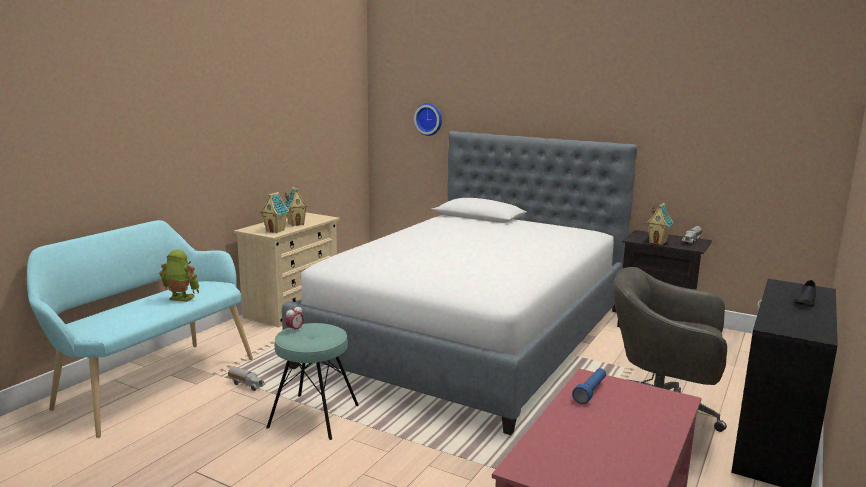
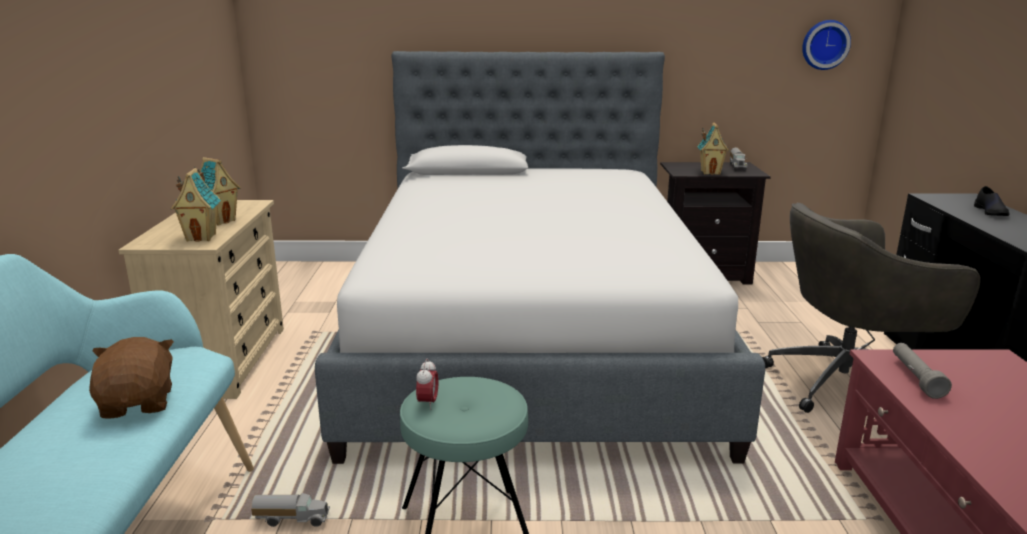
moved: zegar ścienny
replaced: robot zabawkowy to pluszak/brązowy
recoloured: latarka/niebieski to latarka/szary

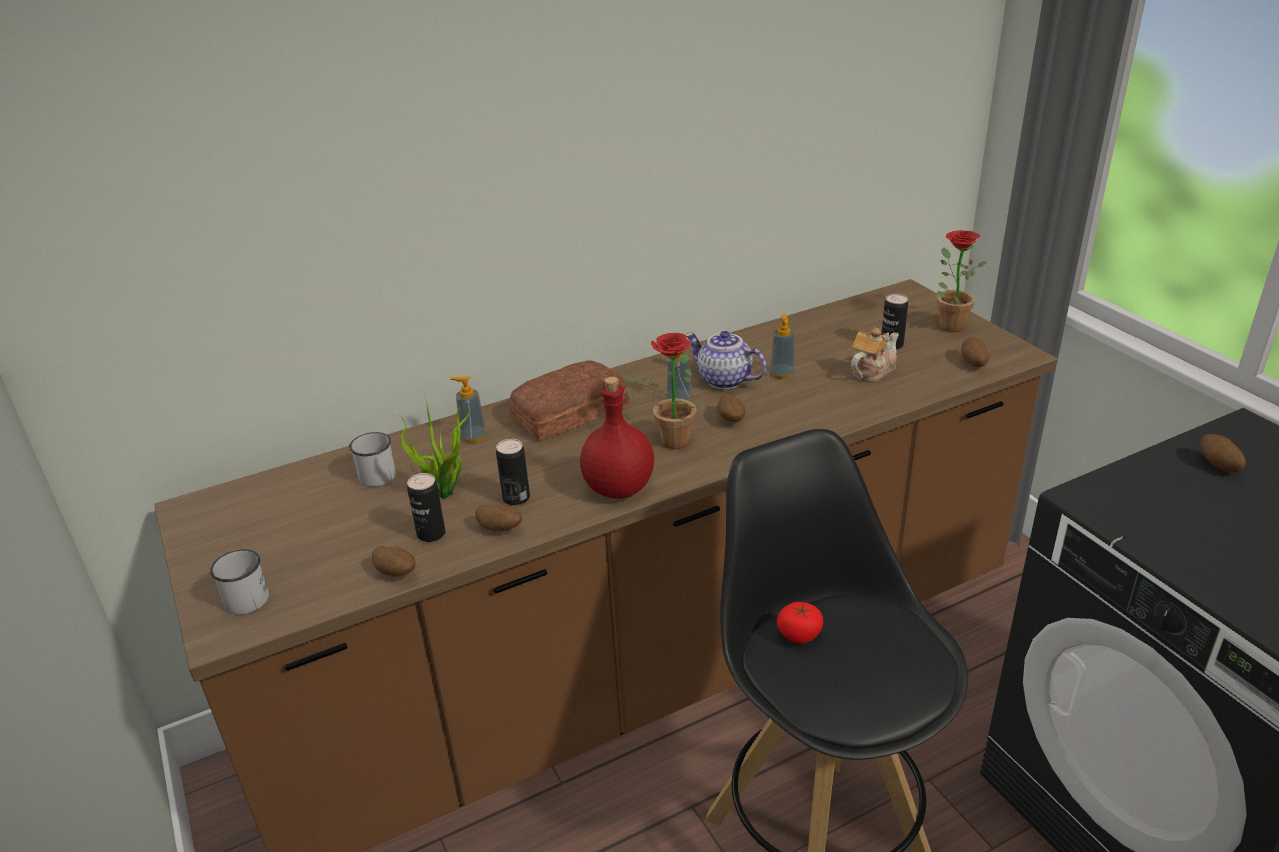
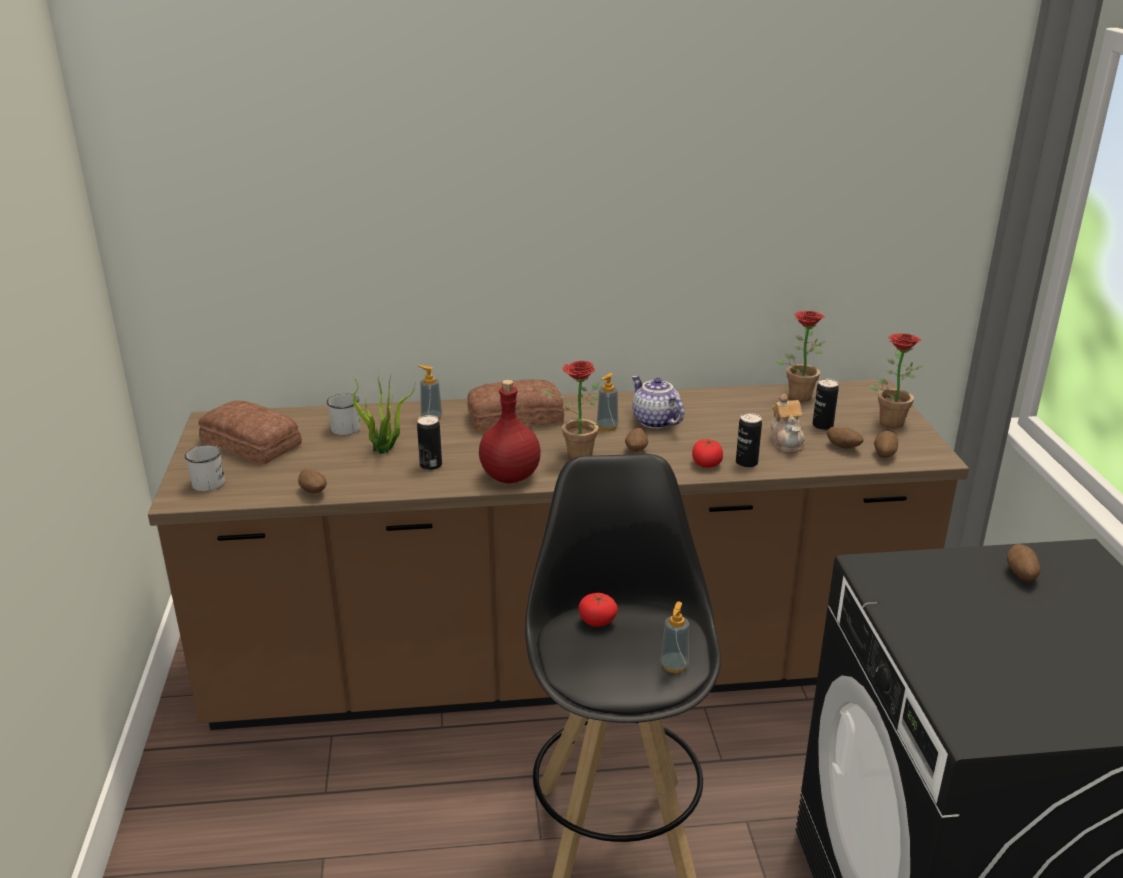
added: chleb (1st from left); pomidor (2nd from left); roślina doniczkowa (3rd from left)
moved: dozownik mydła (3rd from left); puszka (1st from left in the first image) to puszka (2nd from left); ziemniak (2nd from left in the first image) to ziemniak (3rd from left)
turned: imbryk (2nd from left) 105 degrees clockwise

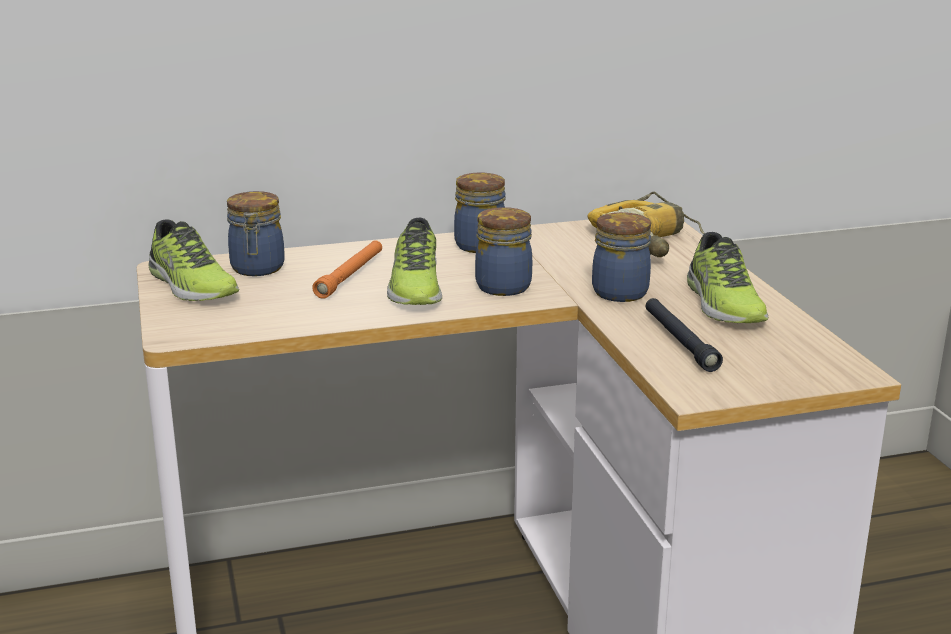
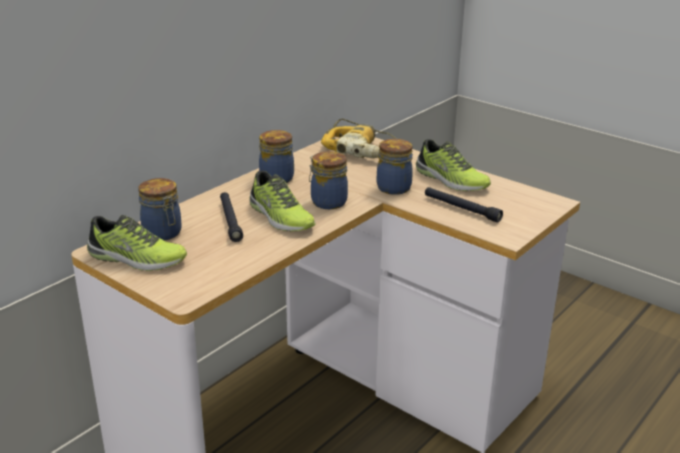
recoloured: latarka/pomarańczowy to latarka/czarny (1st from left)

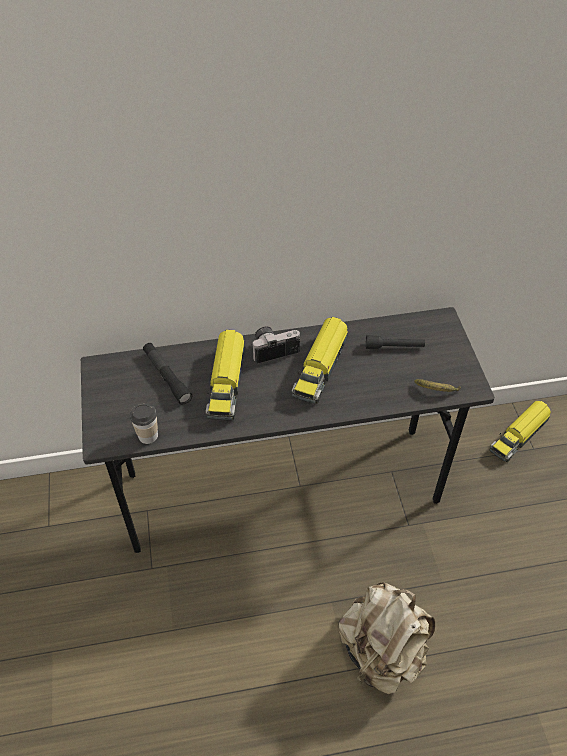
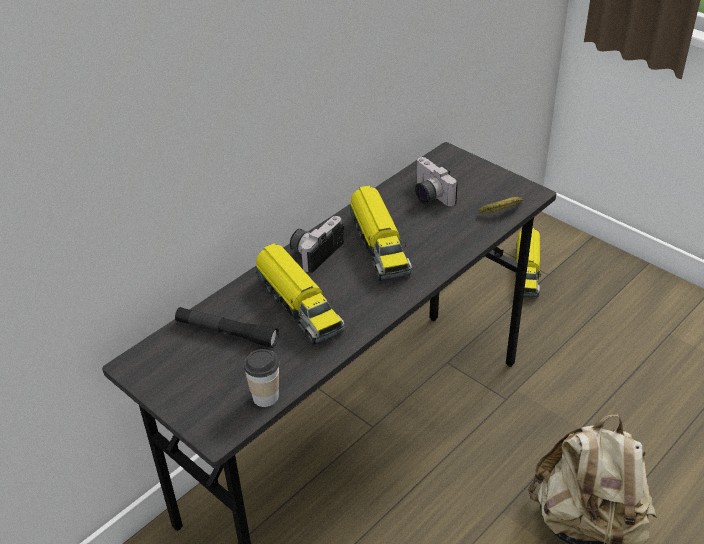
replaced: latarka/czarny (2nd from left) to aparat fotograficzny (2nd from left)

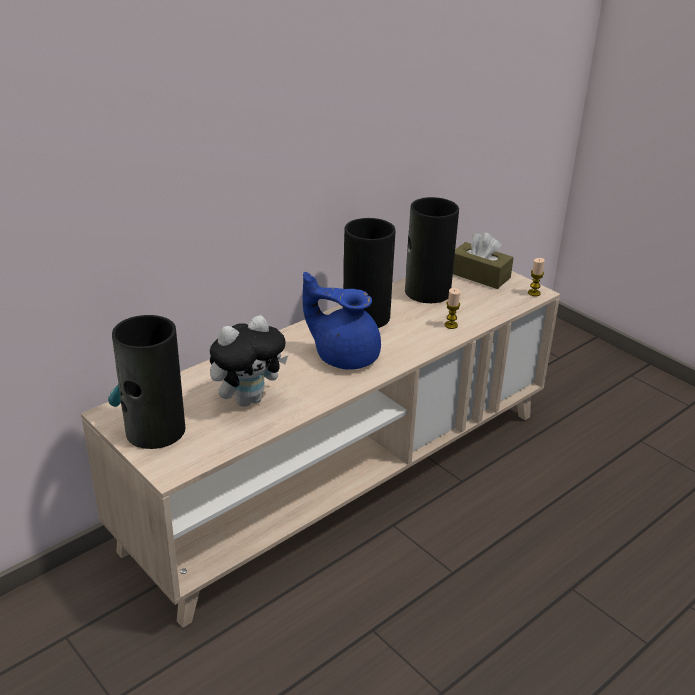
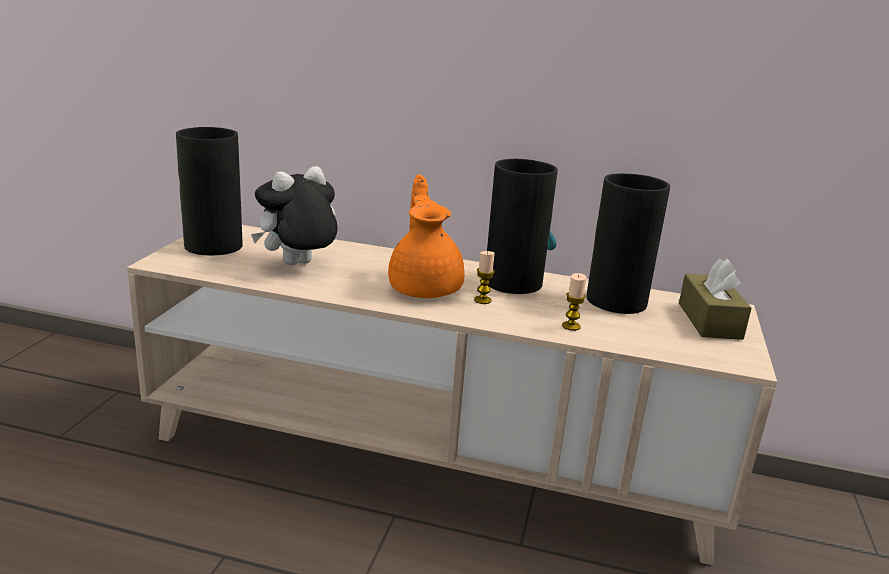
moved: świeca (2nd from left in the first image) to świeca (1st from left)
recoloured: imbryk/niebieski to imbryk/pomarańczowy
turned: pluszak 120 degrees clockwise

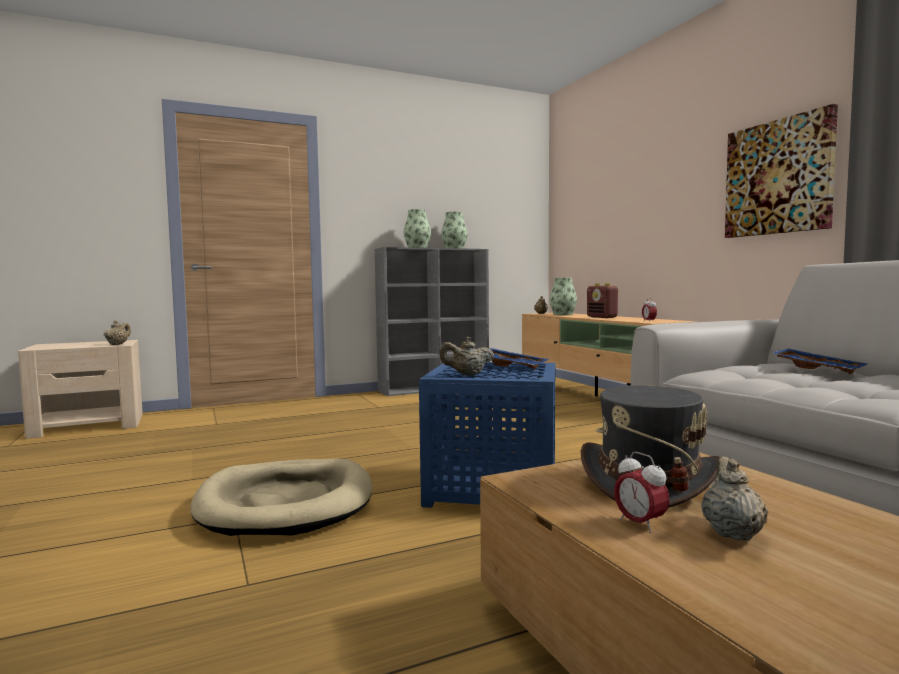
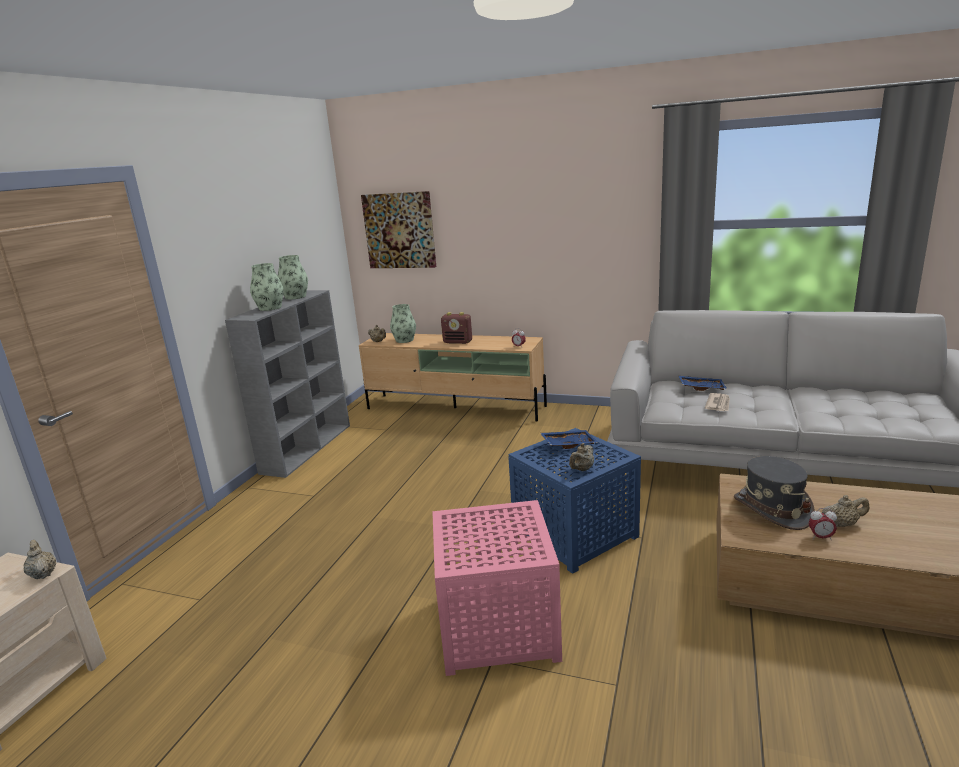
added: gazeta
moved: obraz
replaced: legowisko/beżowy to stolik/różowy
turned: imbryk/beżowy (4th from left) 120 degrees clockwise

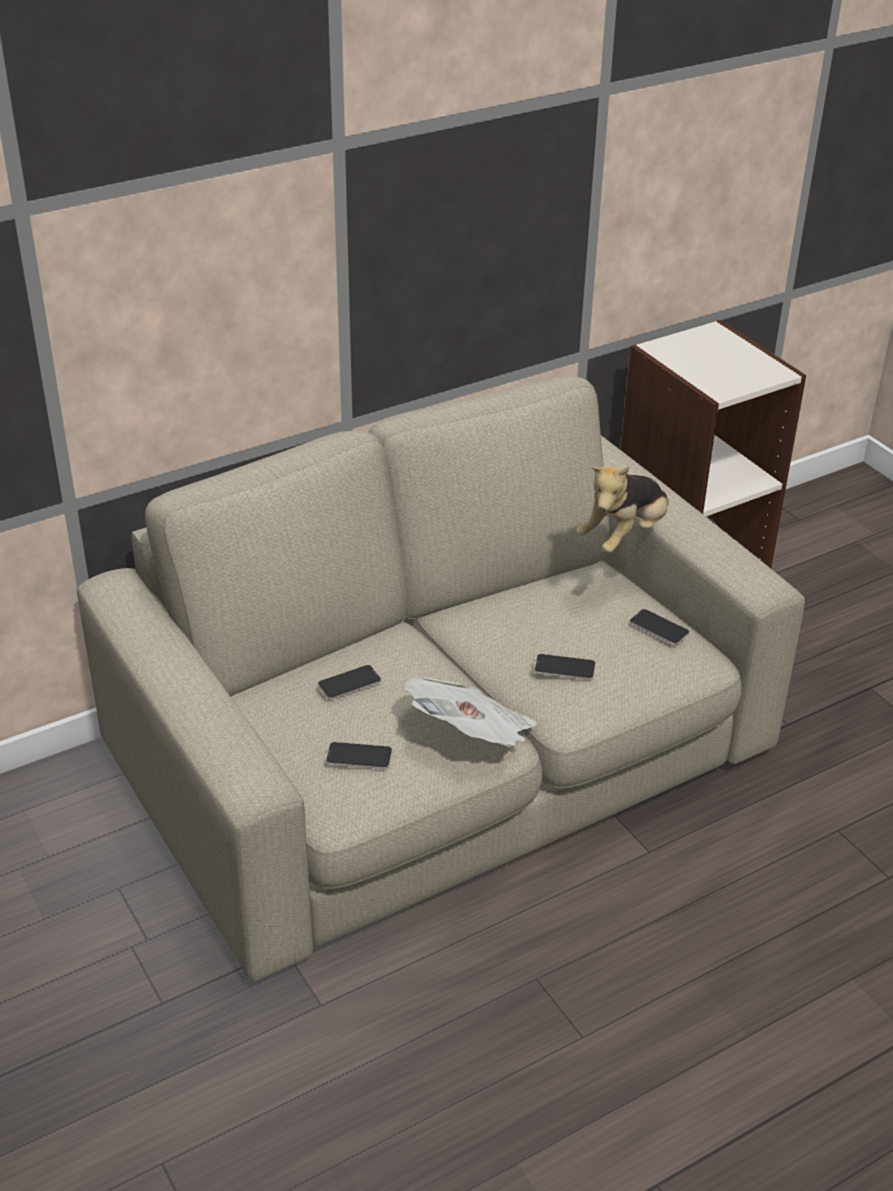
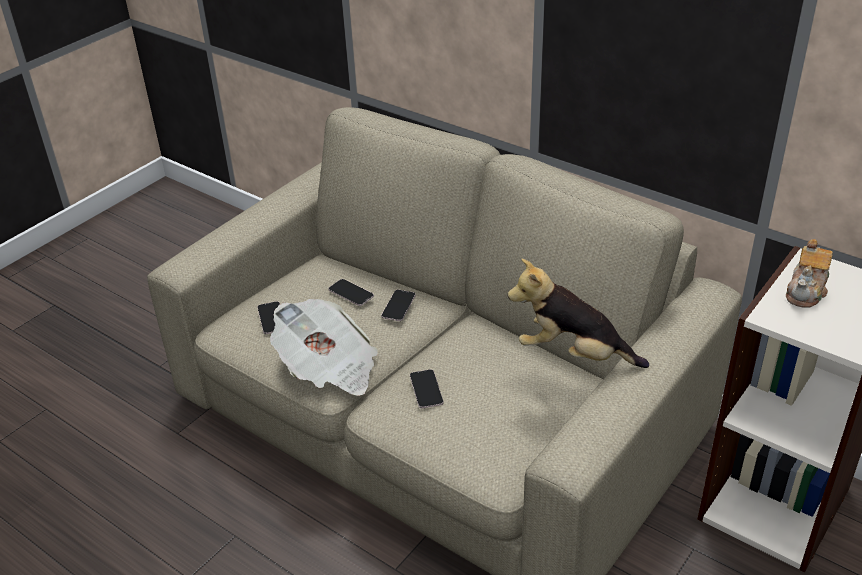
added: imbryk
moved: telefon (4th from left in the first image) to telefon (3rd from left)

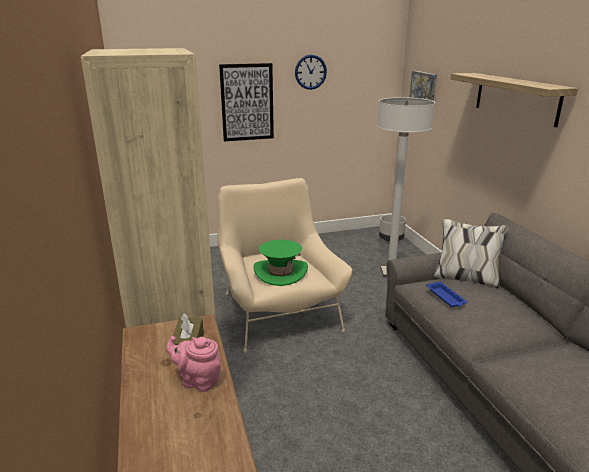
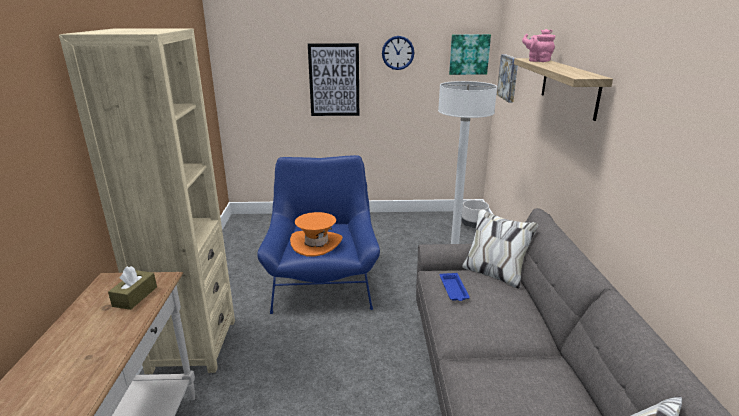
added: obraz (2nd from left)
moved: imbryk/różowy
recoloured: fotel/beżowy to fotel/niebieski; kapelusz/zielony to kapelusz/pomarańczowy

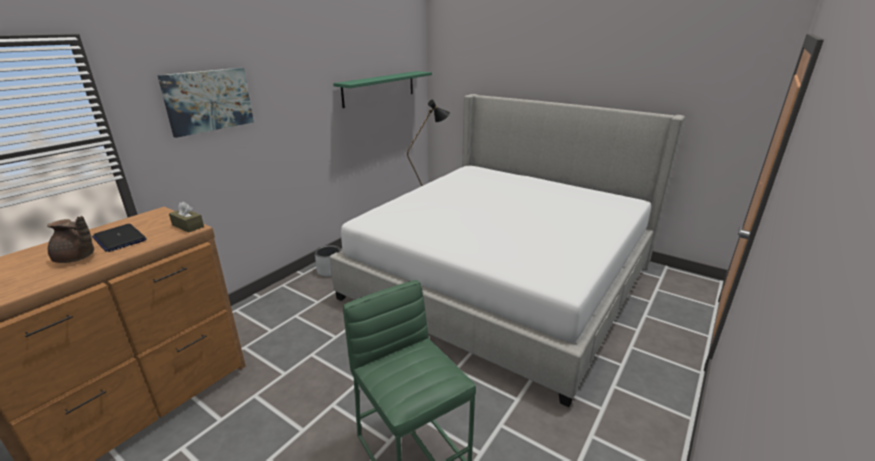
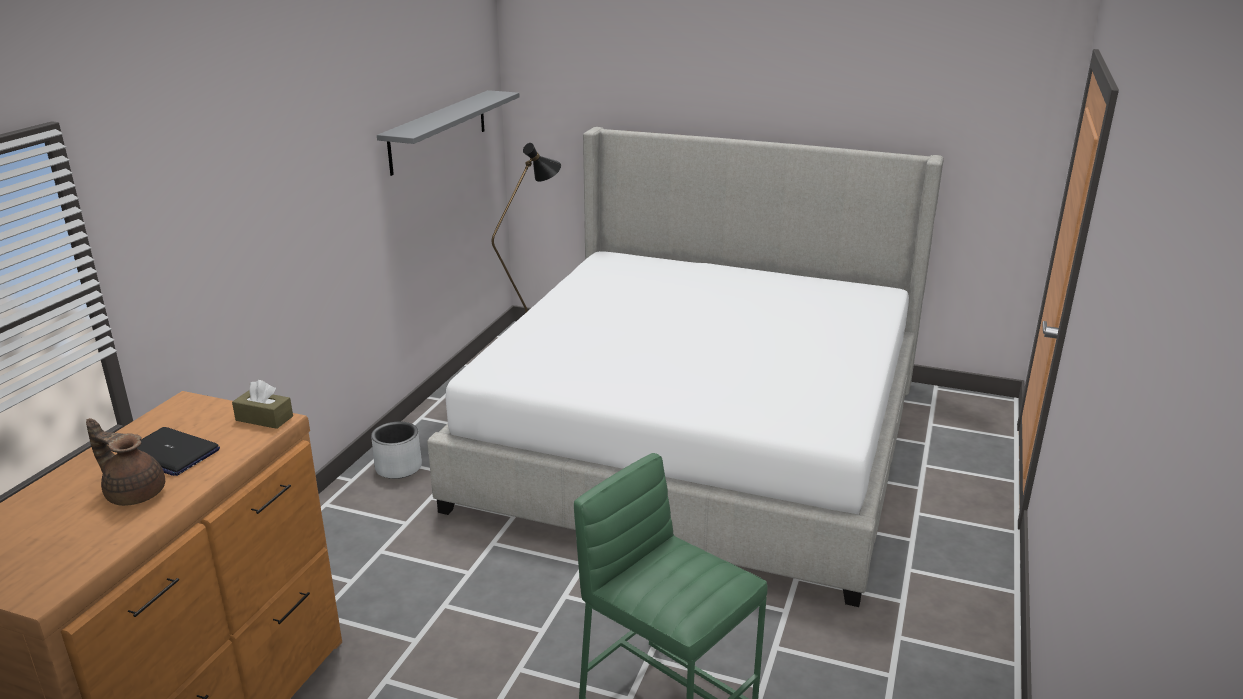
removed: obraz
recoloured: półka/zielony to półka/szary
turned: imbryk/brązowy 150 degrees counterclockwise

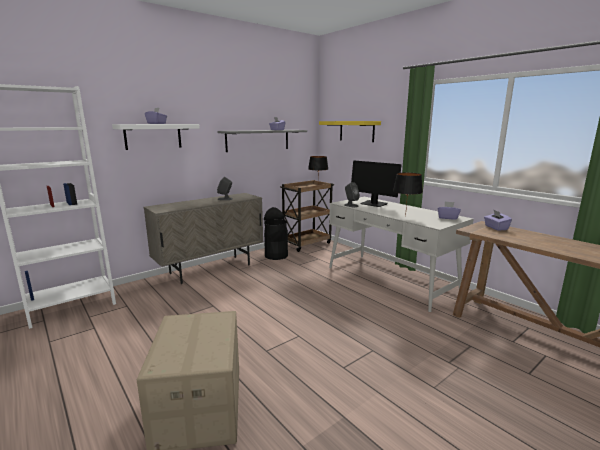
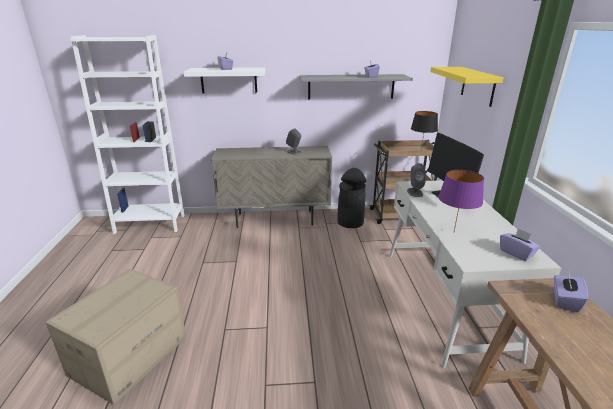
recoloured: lampa stołowa/czarny (2nd from left) to lampa stołowa/fioletowy

